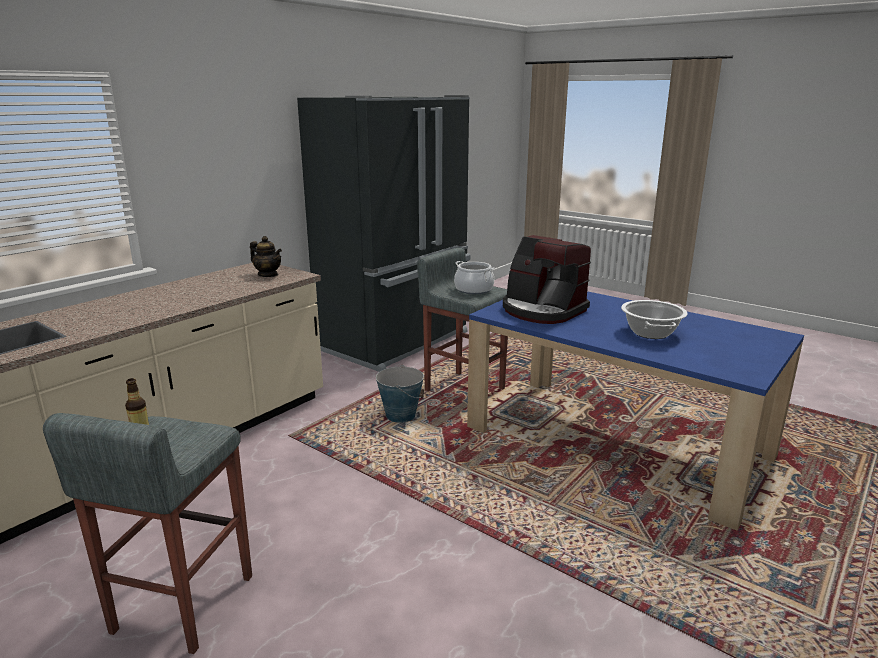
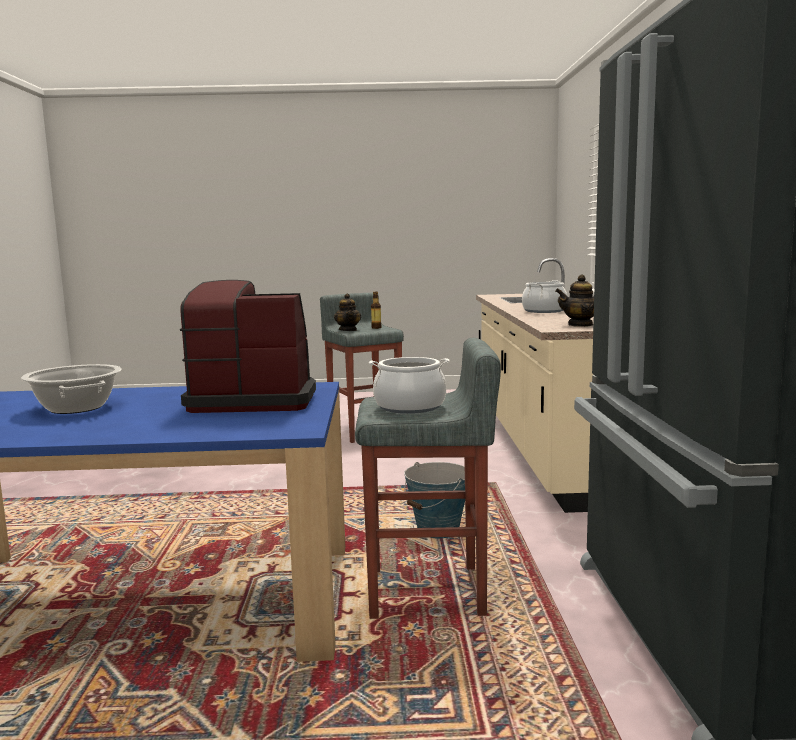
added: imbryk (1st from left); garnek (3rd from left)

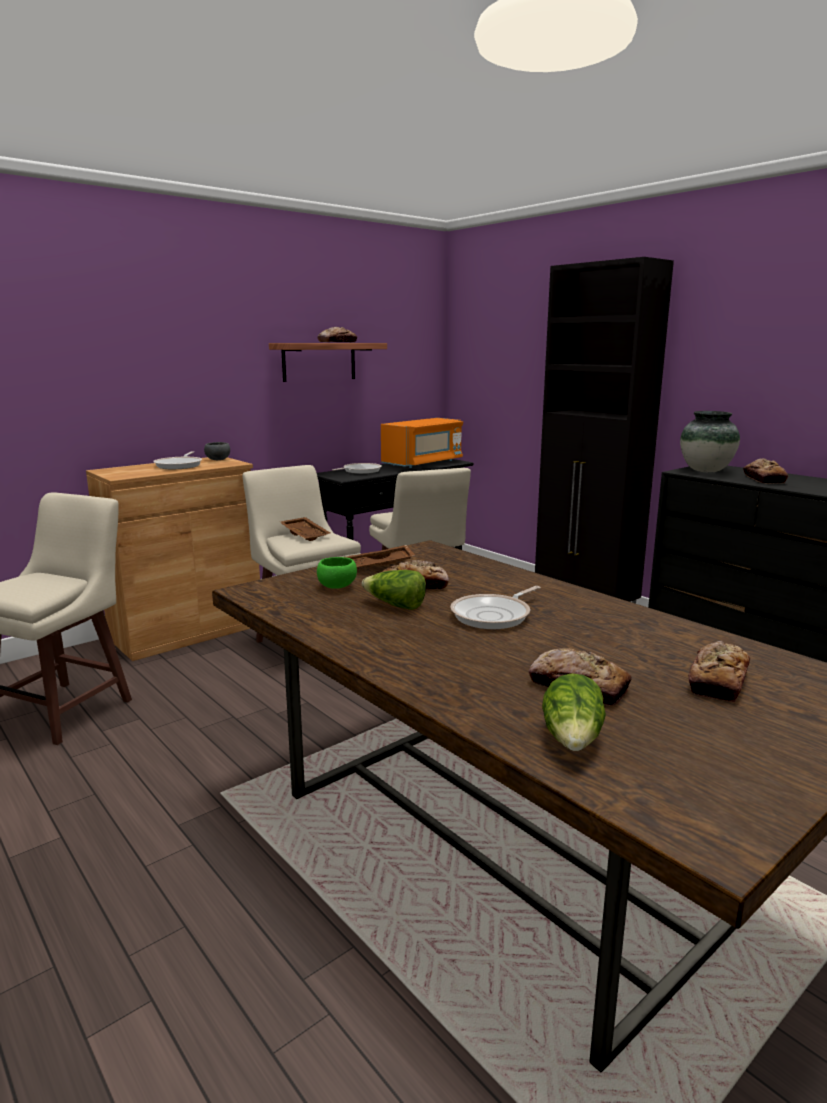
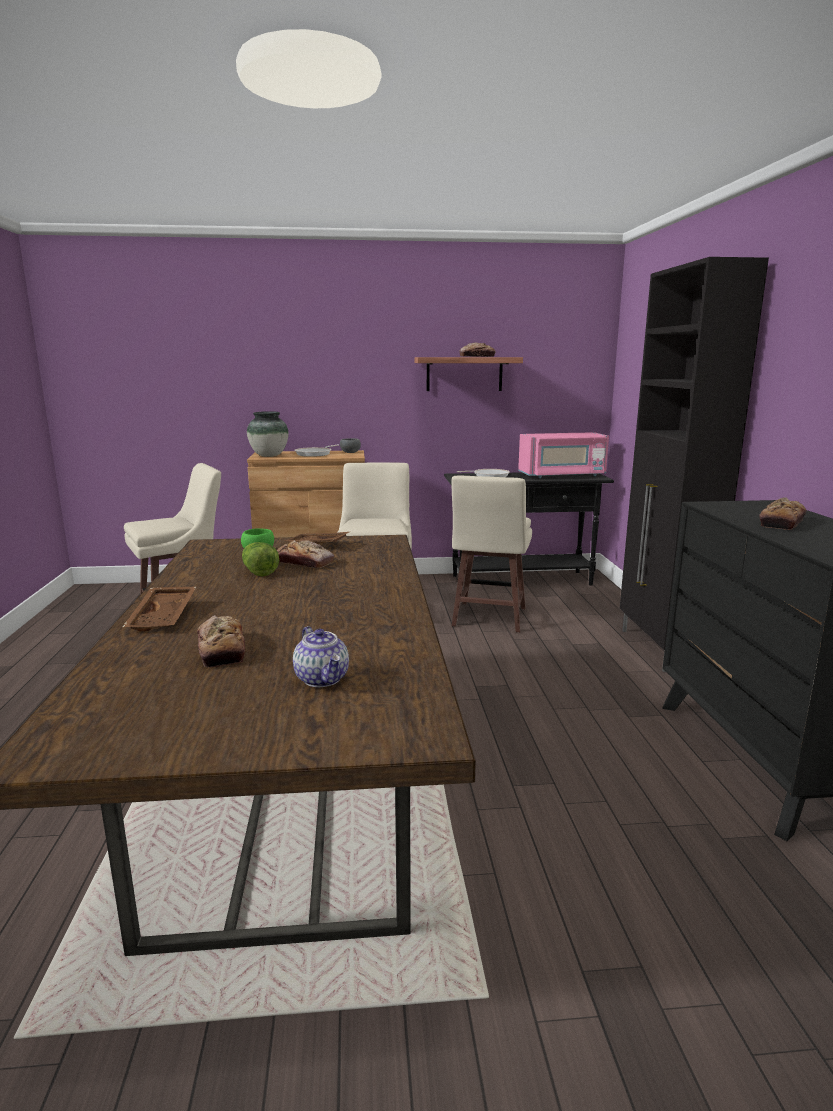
removed: patelnia (3rd from left); sałata (2nd from left)
moved: taca/brązowy (1st from left); wazon
replaced: chleb (4th from left) to imbryk
recoloured: mikrofalówka/pomarańczowy to mikrofalówka/różowy

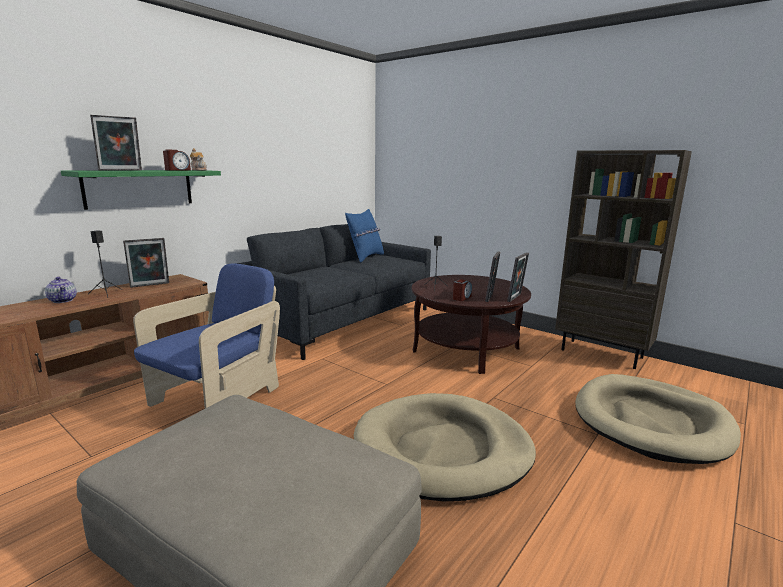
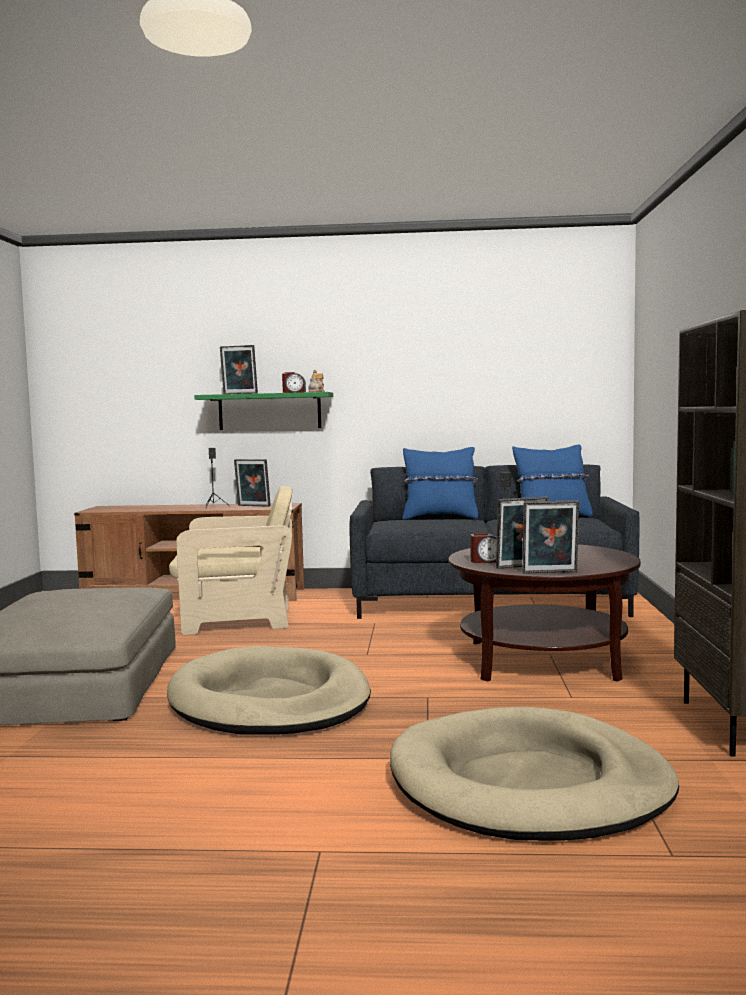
removed: imbryk (1st from left)
added: poduszka/niebieski (1st from left)
recoloured: fotel/niebieski to fotel/beżowy

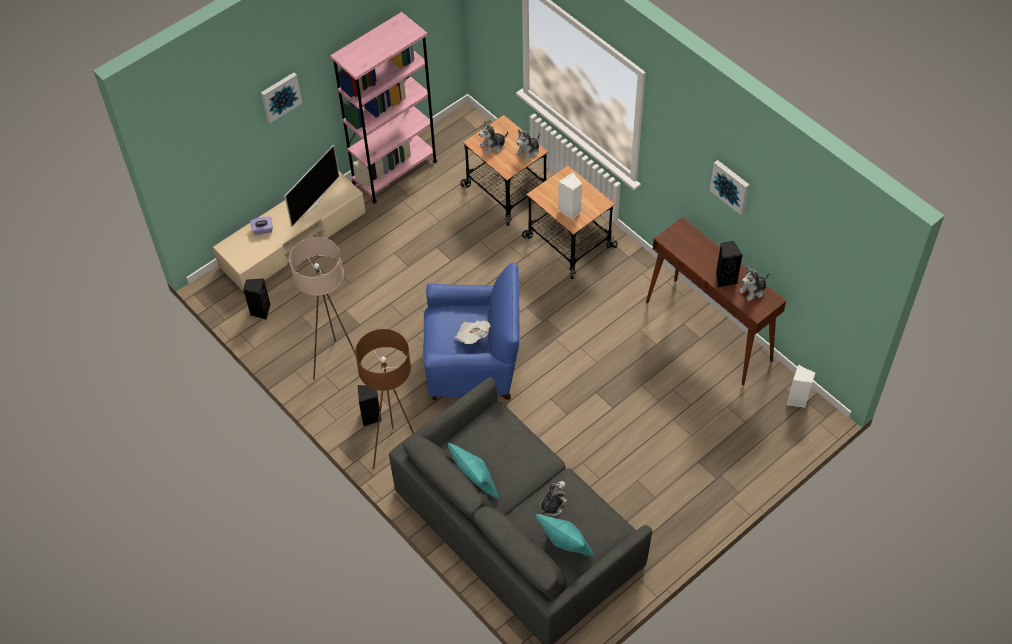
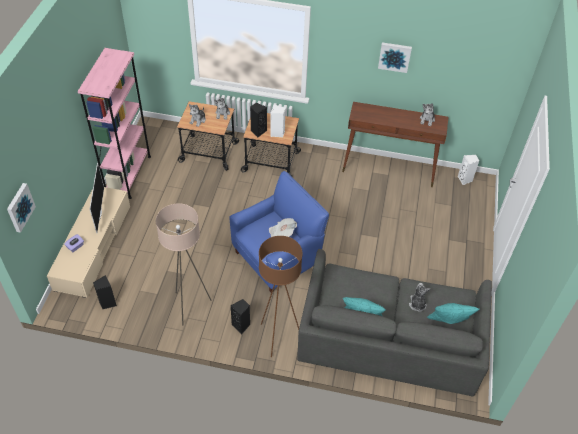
moved: obraz (1st from left); głośnik/czarny (3rd from left)

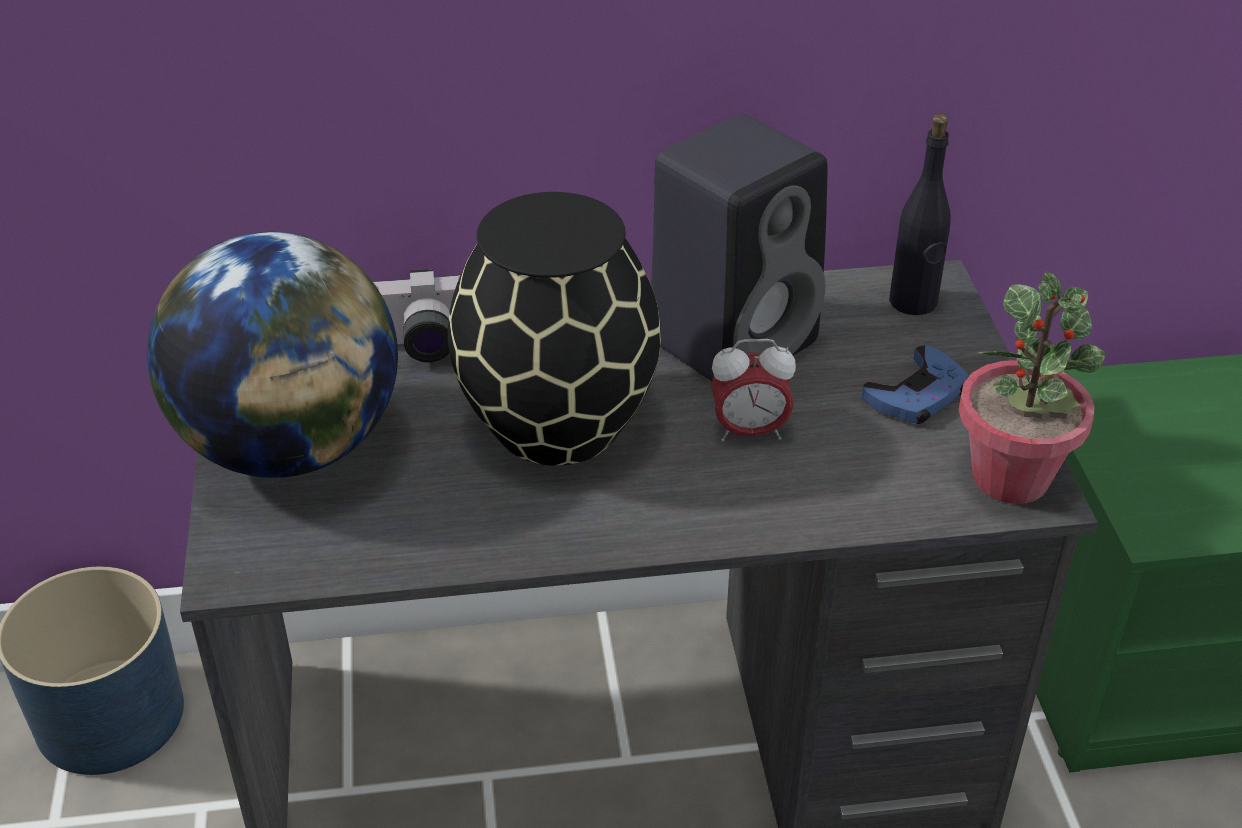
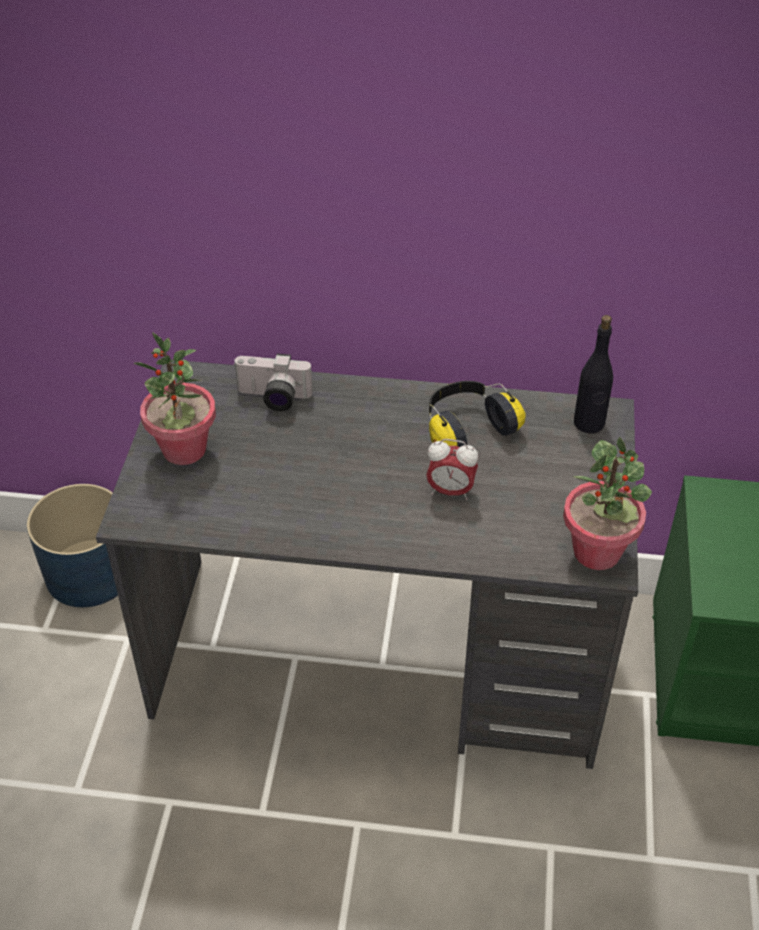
removed: wazon/czarny; pad do gier/niebieski
replaced: globus to roślina doniczkowa (1st from left); głośnik/czarny to słuchawki

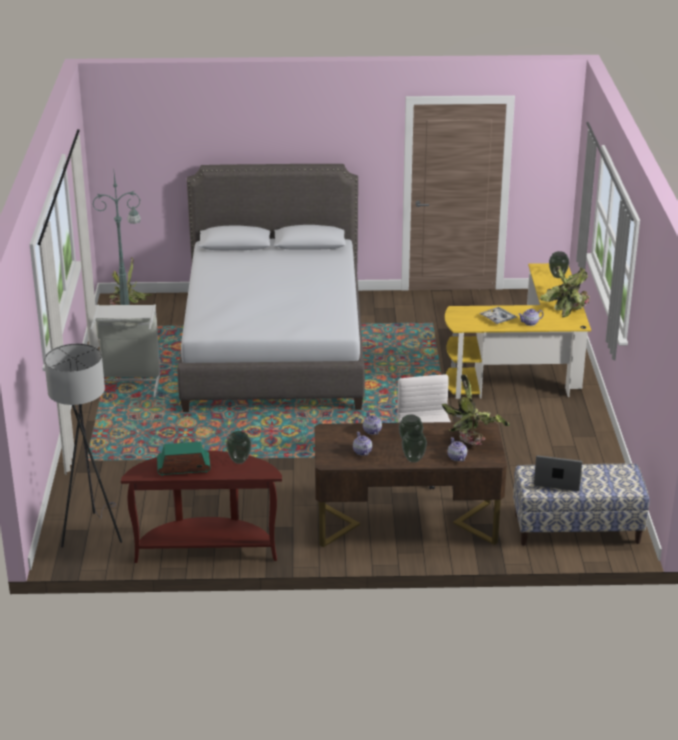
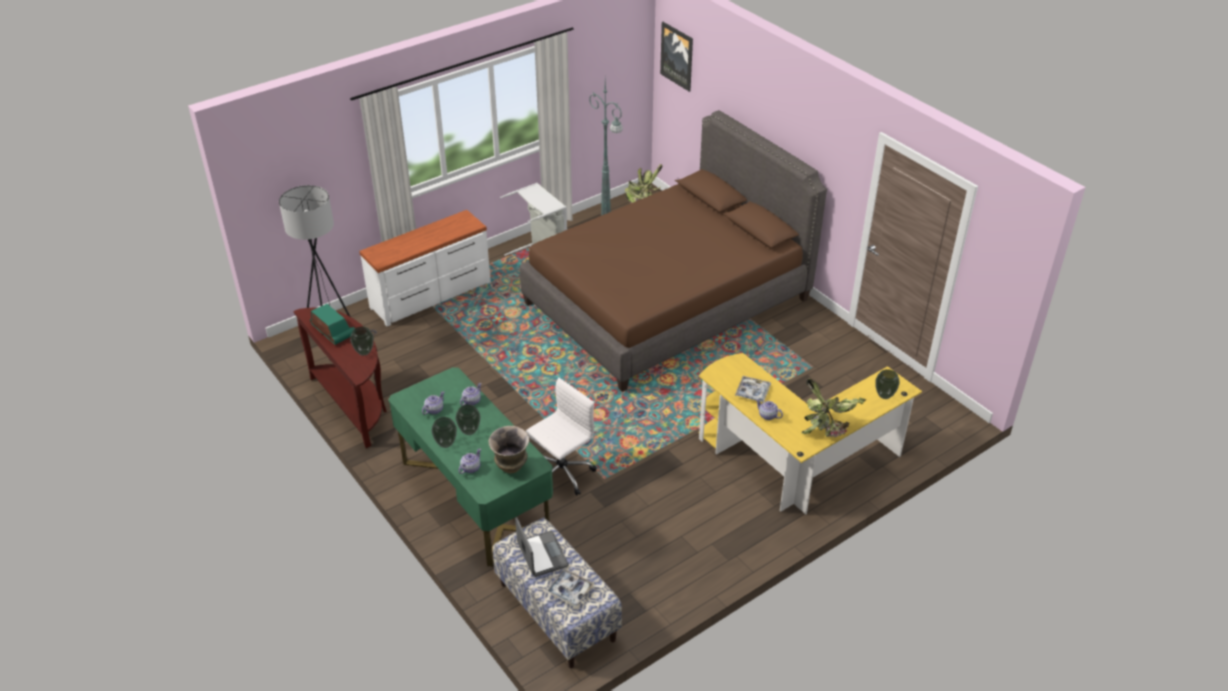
added: komoda/biały; taca (1st from left); obraz
replaced: roślina doniczkowa (2nd from left) to wazon (4th from left)
recoloured: biurko/brązowy to biurko/zielony; łóżko/szary to łóżko/brązowy

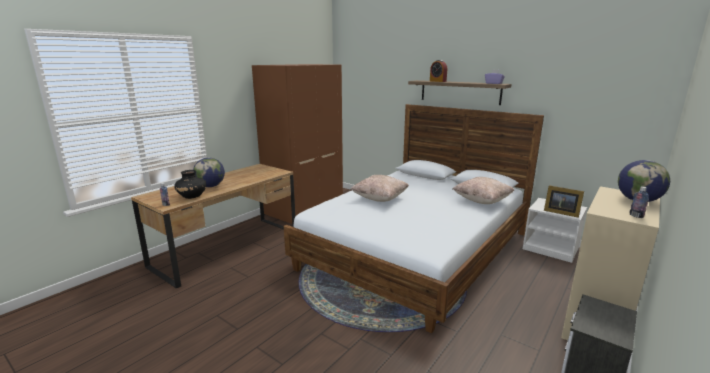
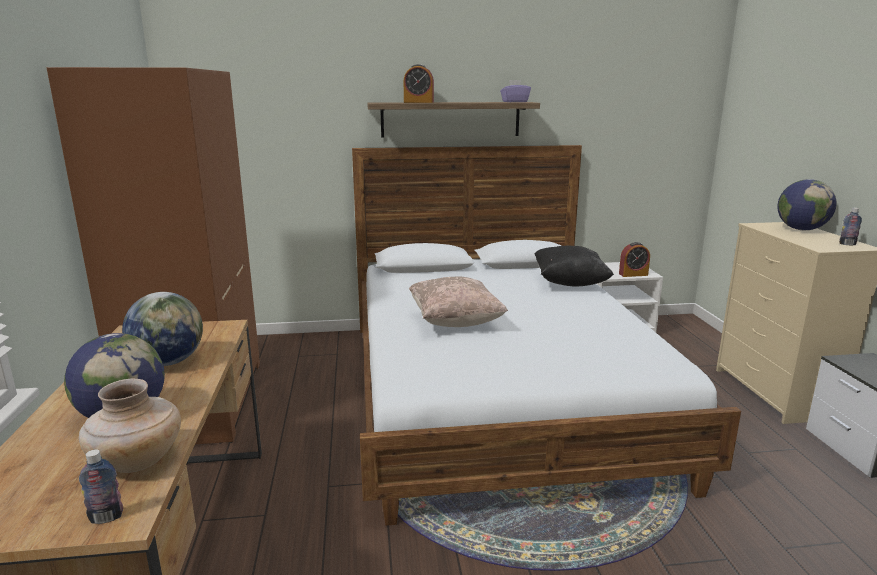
added: globus (2nd from left)
replaced: ramka na zdjęcie to budzik (2nd from left)
recoloured: wazon/czarny to wazon/beżowy; poduszka/beżowy (2nd from left) to poduszka/czarny

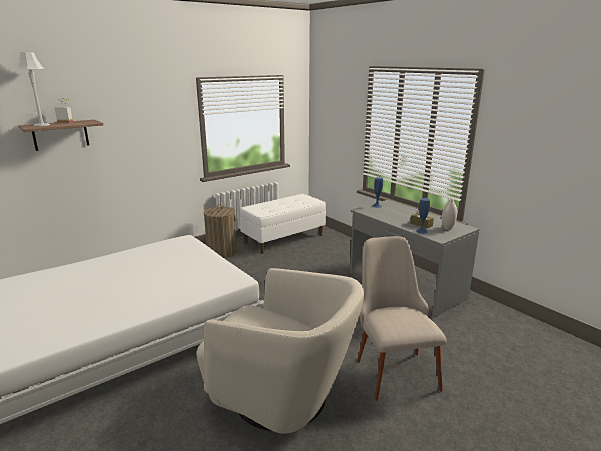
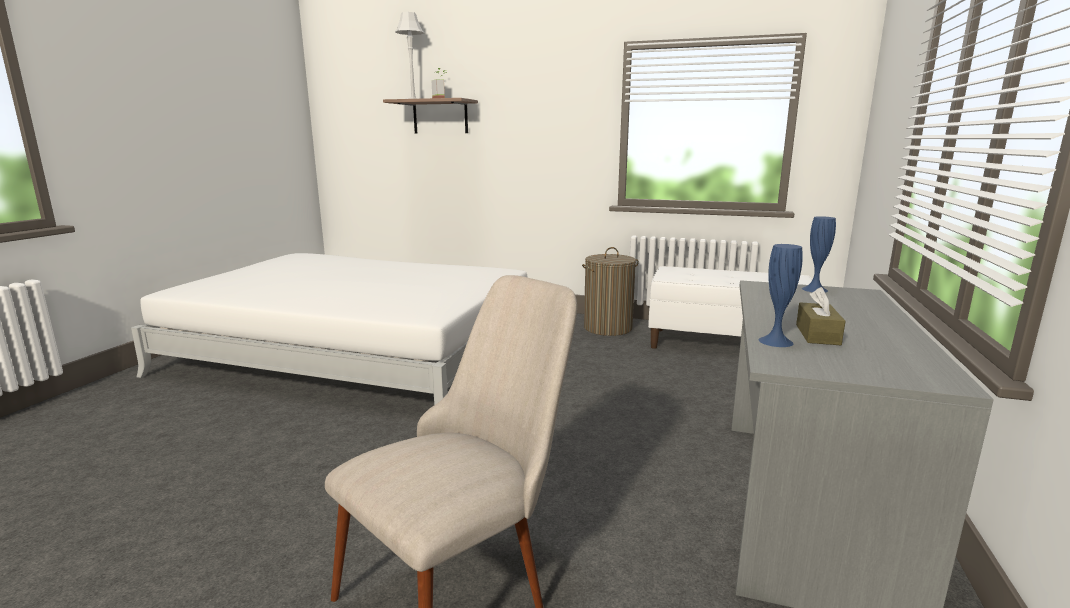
removed: fotel/beżowy; wazon/biały

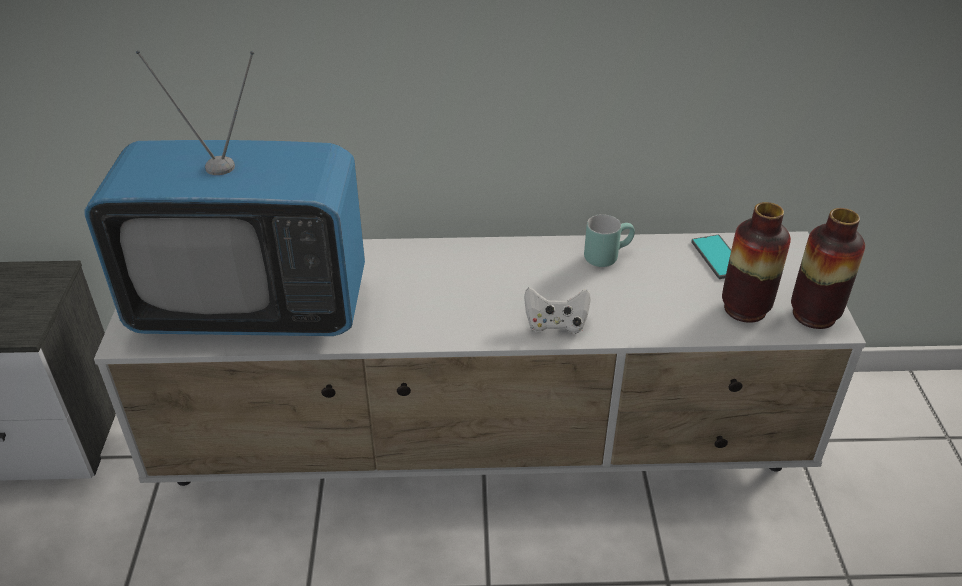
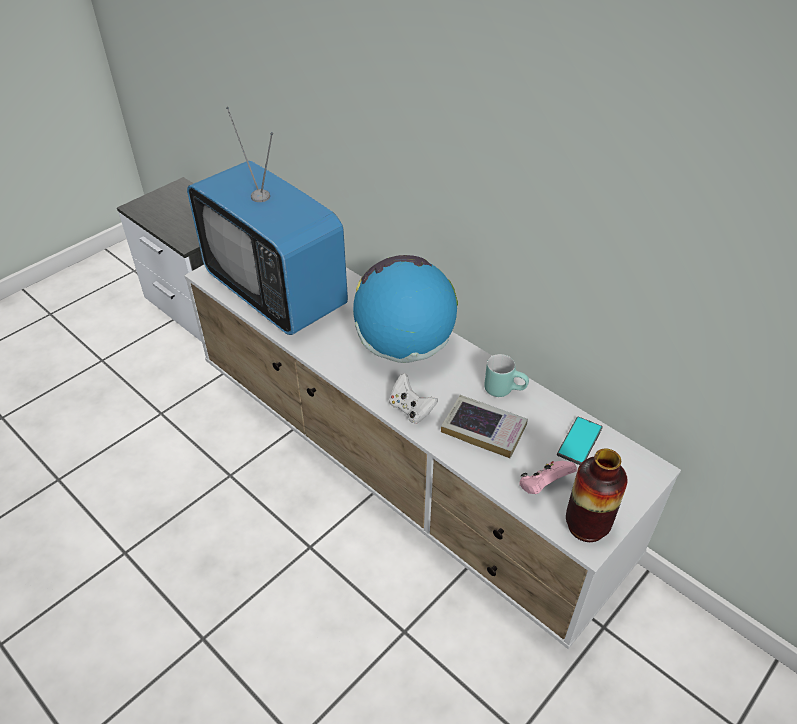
added: globus; książka
replaced: wazon (1st from left) to pad do gier/różowy

